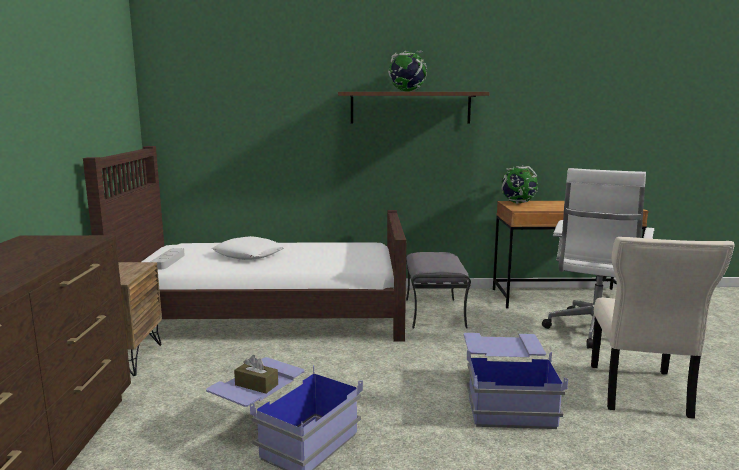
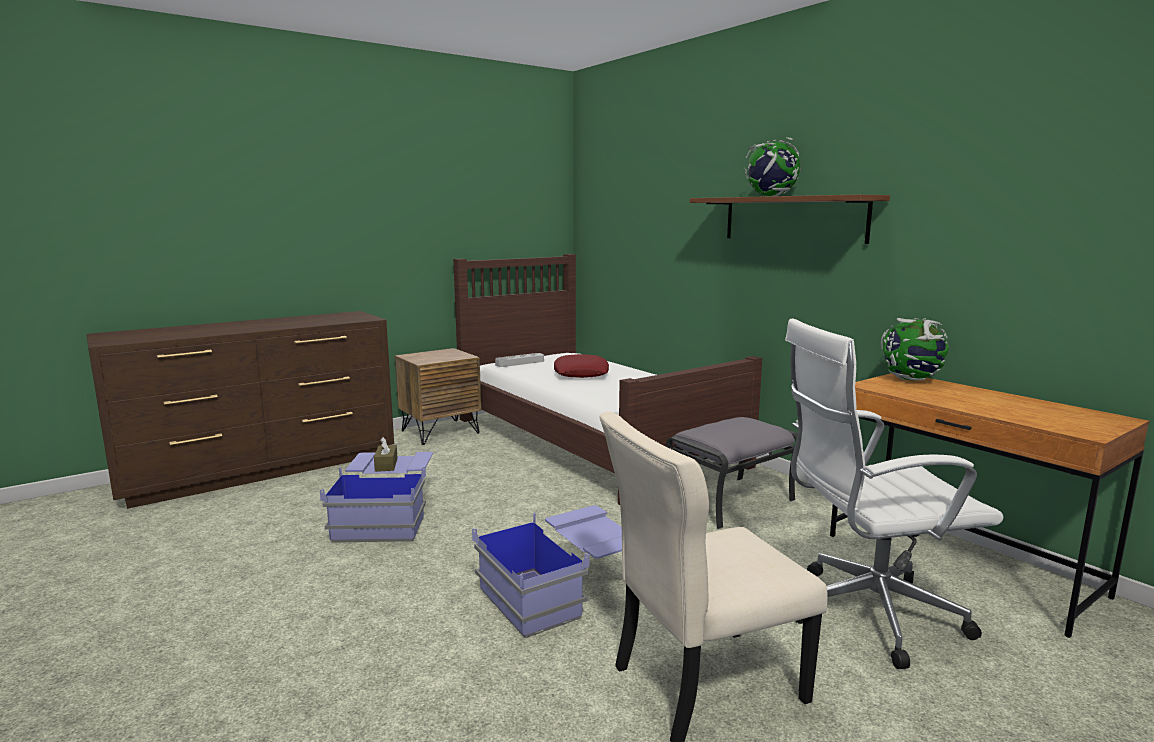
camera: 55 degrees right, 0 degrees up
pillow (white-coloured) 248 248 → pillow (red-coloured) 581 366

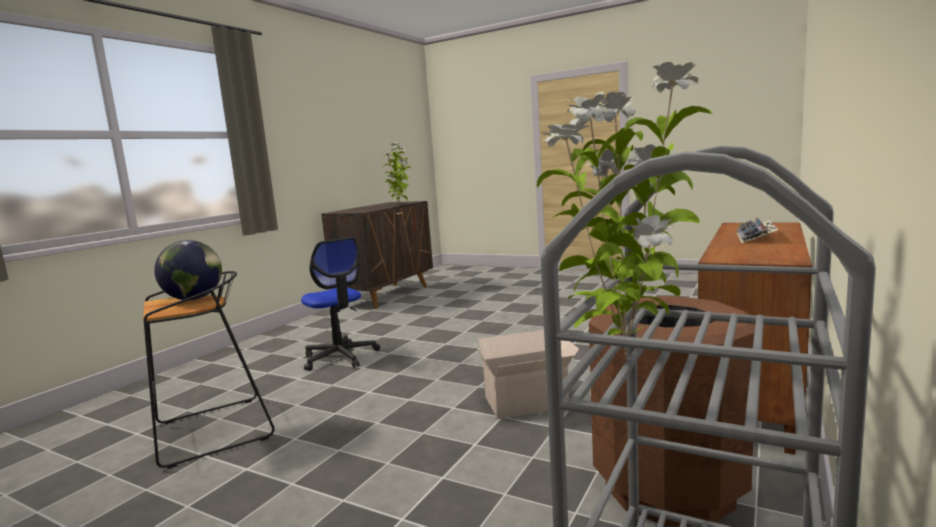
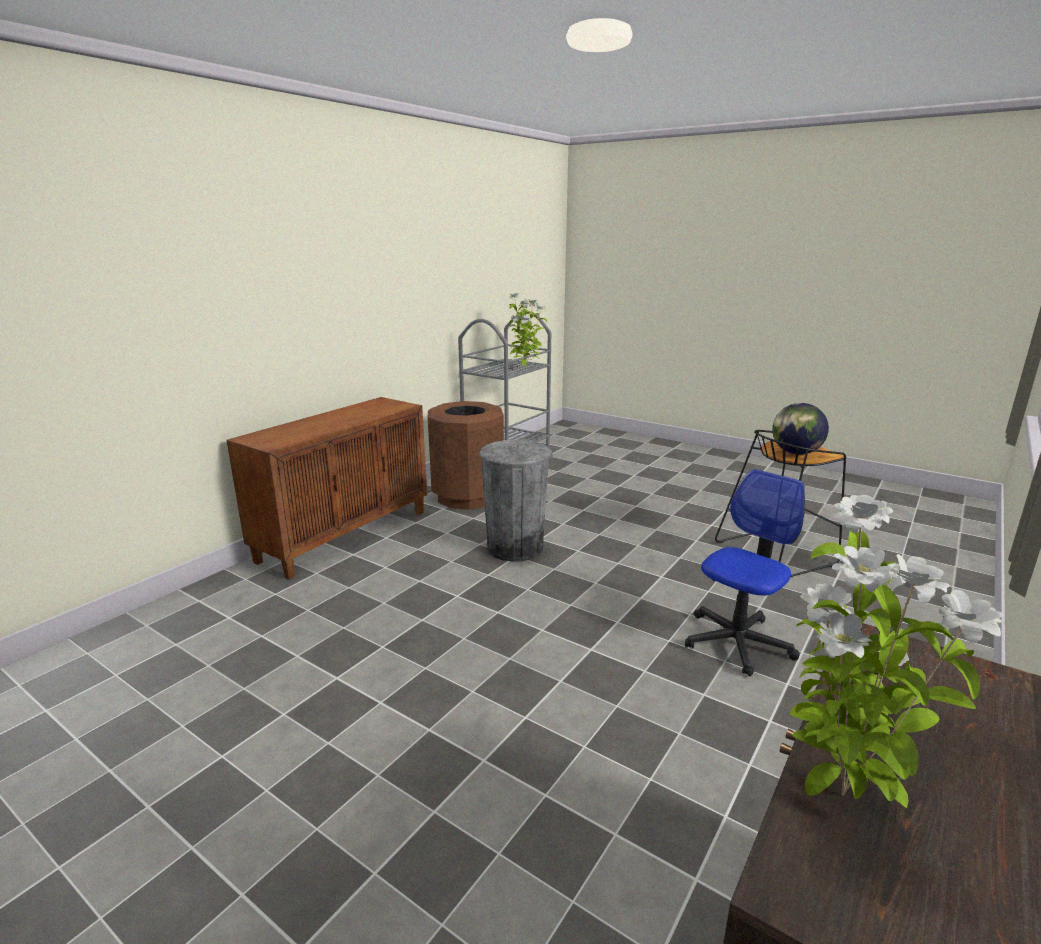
camera: 175 degrees left, 10 degrees up
computer chair 340 304 → computer chair 745 573, 75 degrees clockwise
carton 527 374 → rubbish bin (greyish) 515 501
PC keyboard 758 230 → -

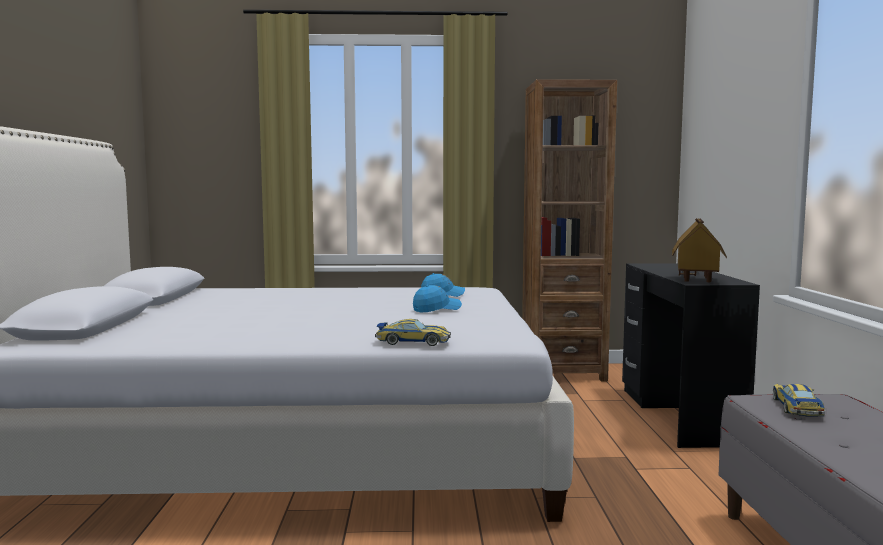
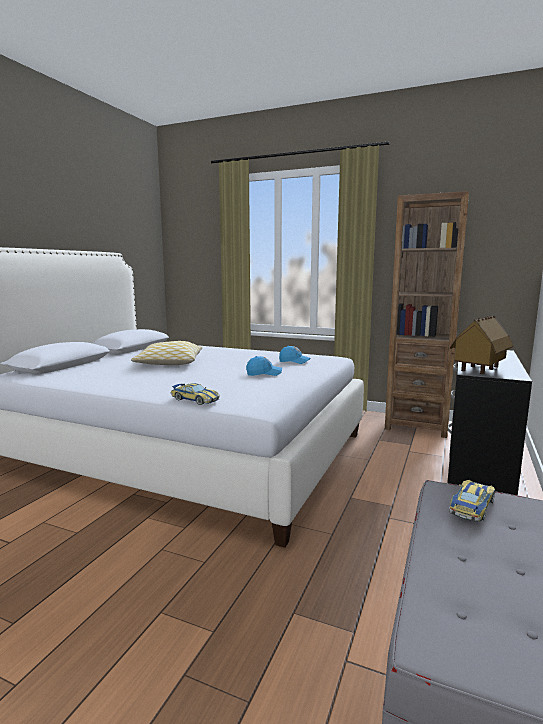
camera: 25 degrees right, 5 degrees up
- → pillow 166 353

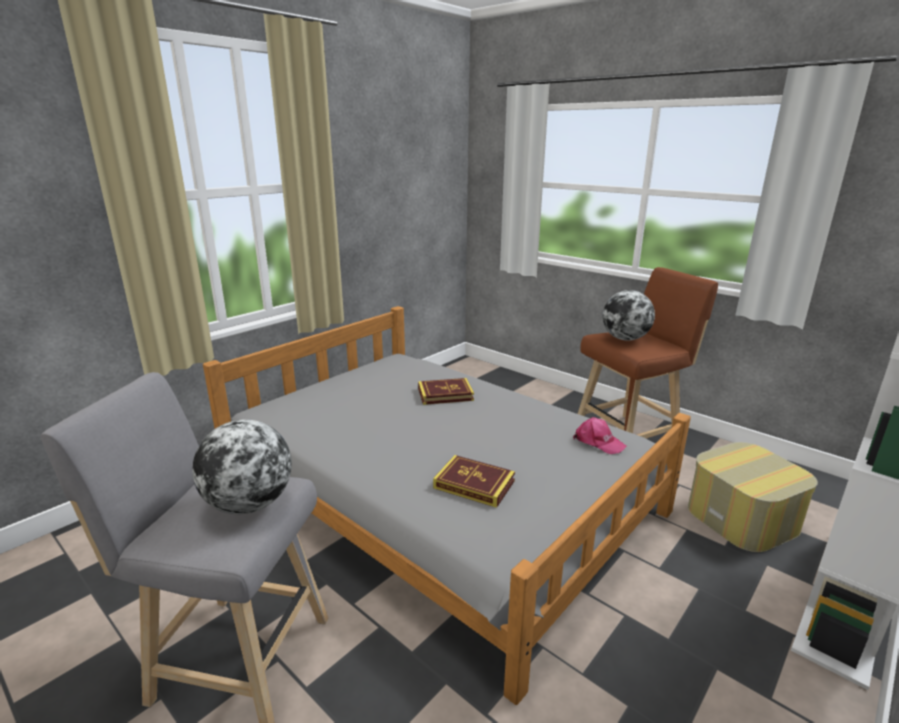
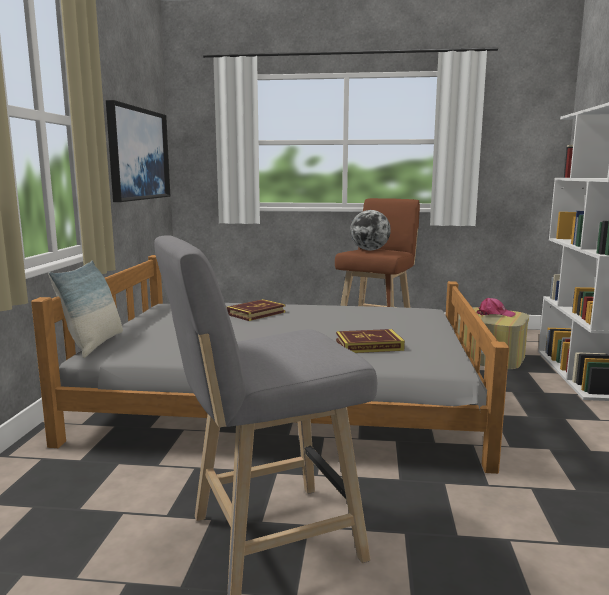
camera: 35 degrees left, 10 degrees down
desk globe 242 466 → -
cap (pink) 599 435 → cap (pink) 496 307, relocated
- → pillow 85 309
- → wall picture 138 151

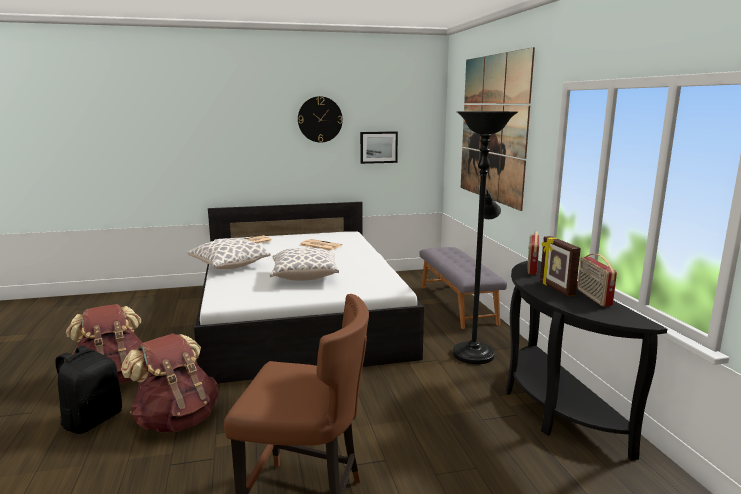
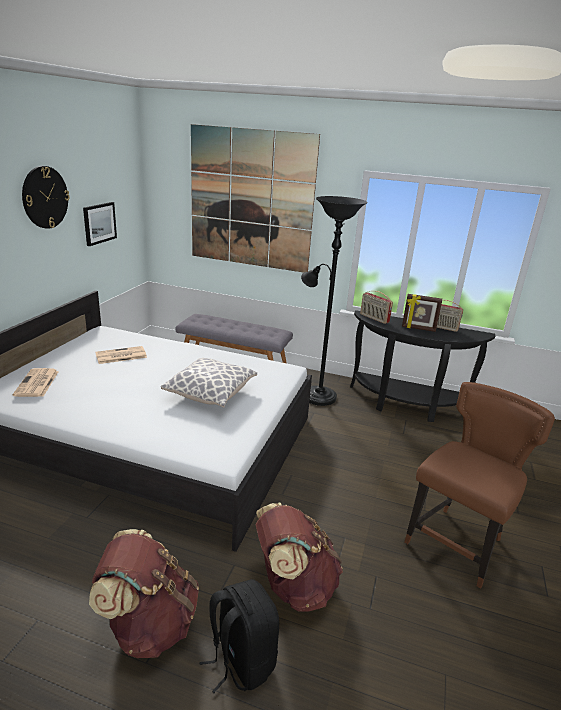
camera: 60 degrees left, 10 degrees up
pillow 229 253 → -

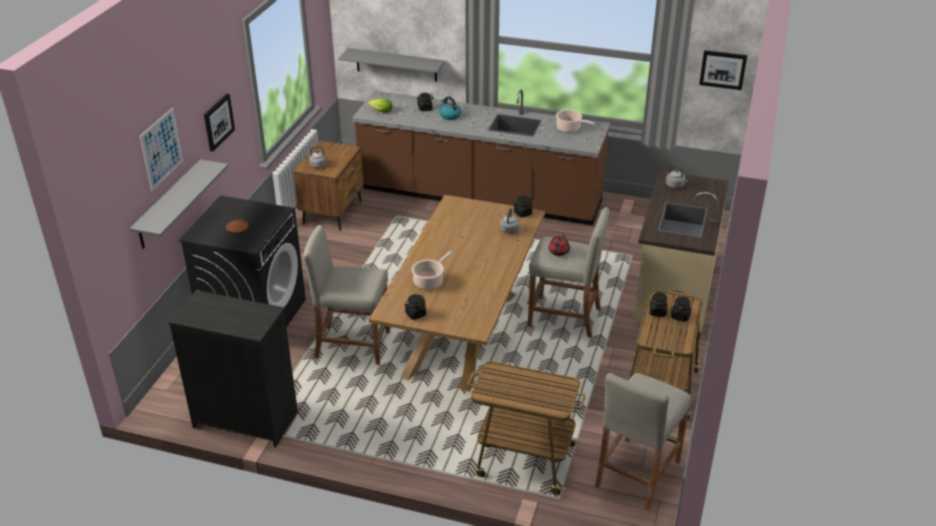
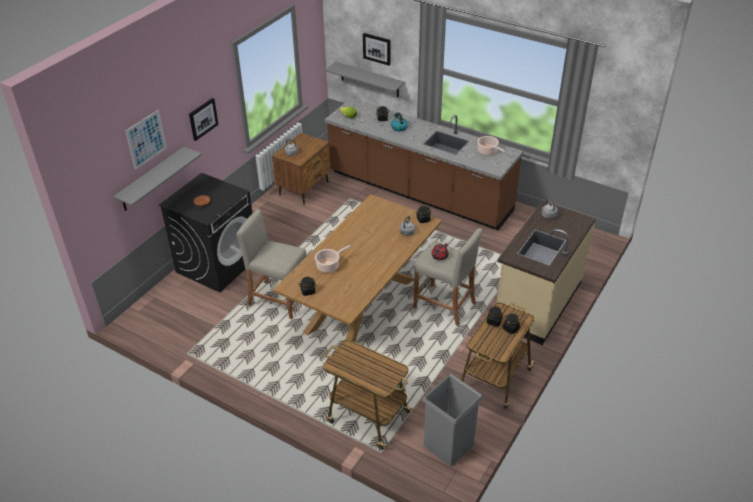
camera: 15 degrees right, 5 degrees up
chest of drawers (black) 233 368 → -
stool seat (beige-coloured) 643 442 → rubbish bin (greyish) 453 420
wall picture 723 70 → wall picture 377 49, relocated

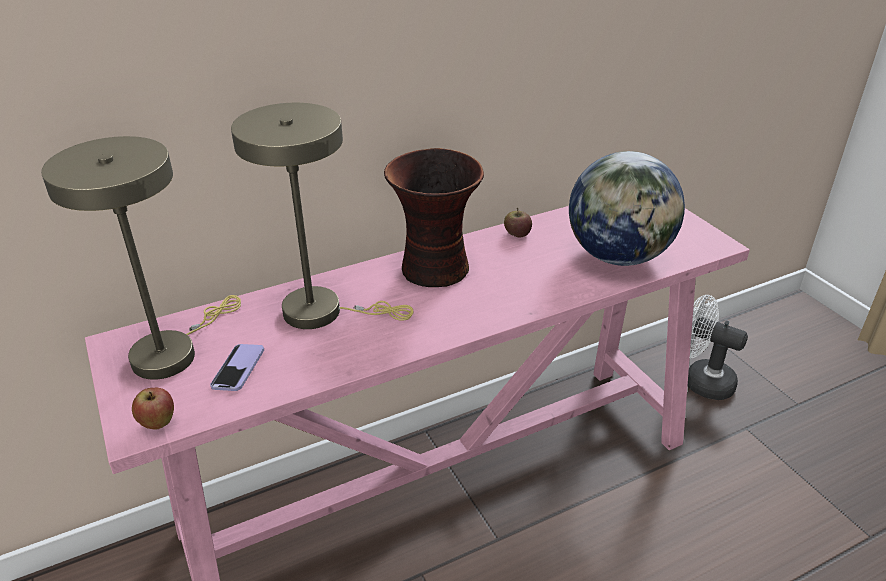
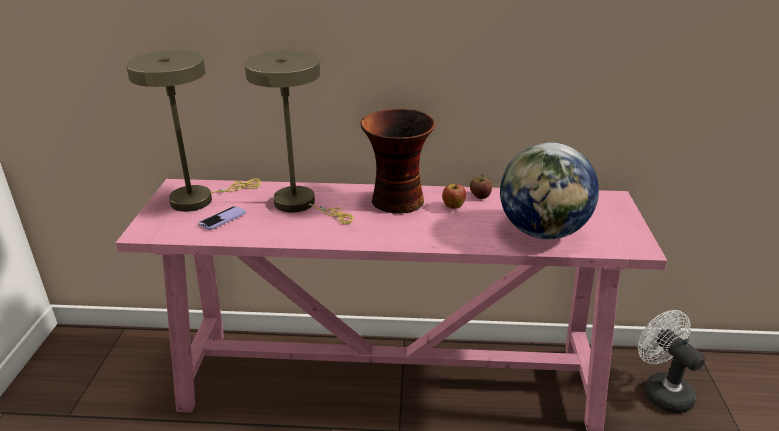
camera: 30 degrees right, 5 degrees down
apple 153 409 → apple 454 196, relocated

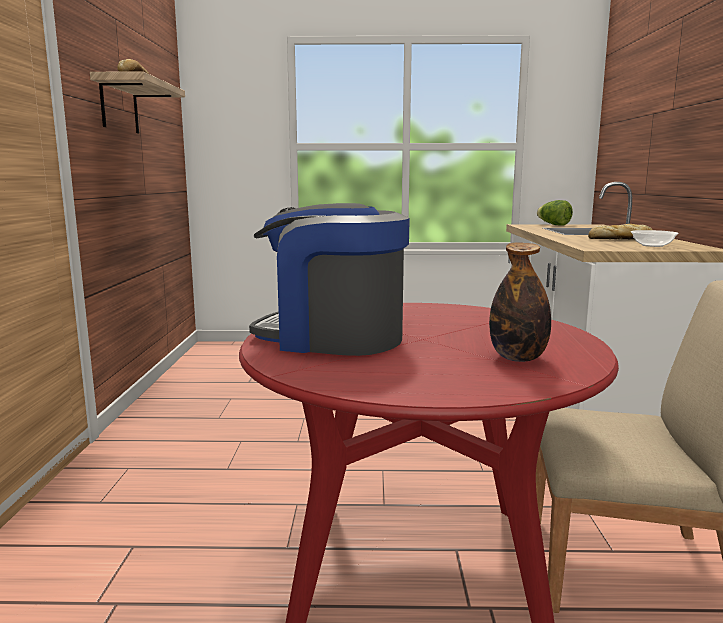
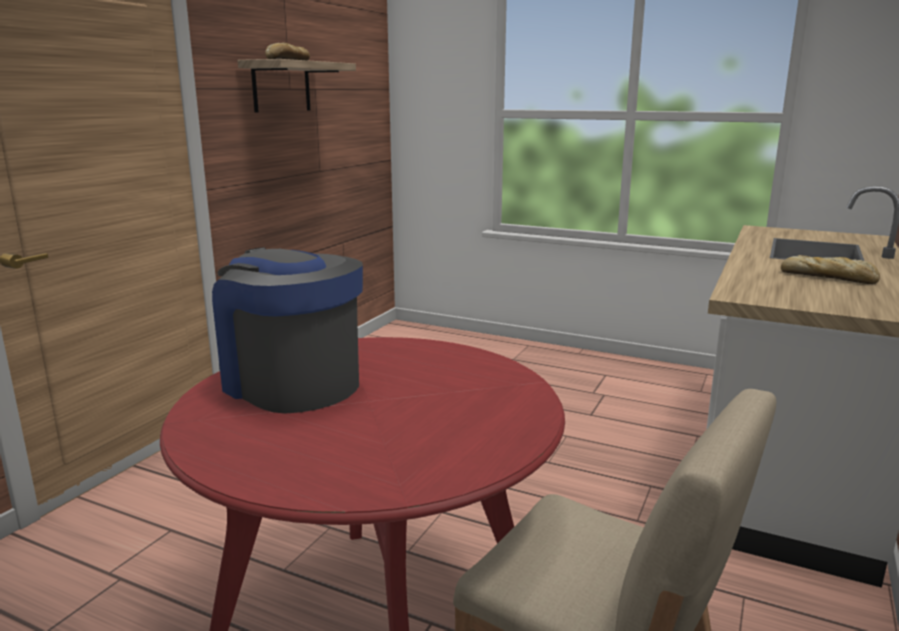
camera: 25 degrees right, 5 degrees up
beverage bottle 520 302 → -
head of lettuce 555 213 → -
bowl 655 238 → -

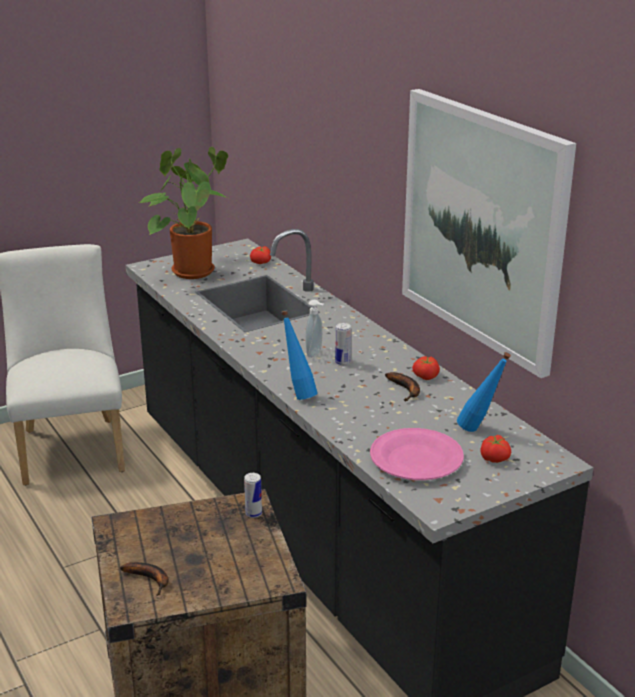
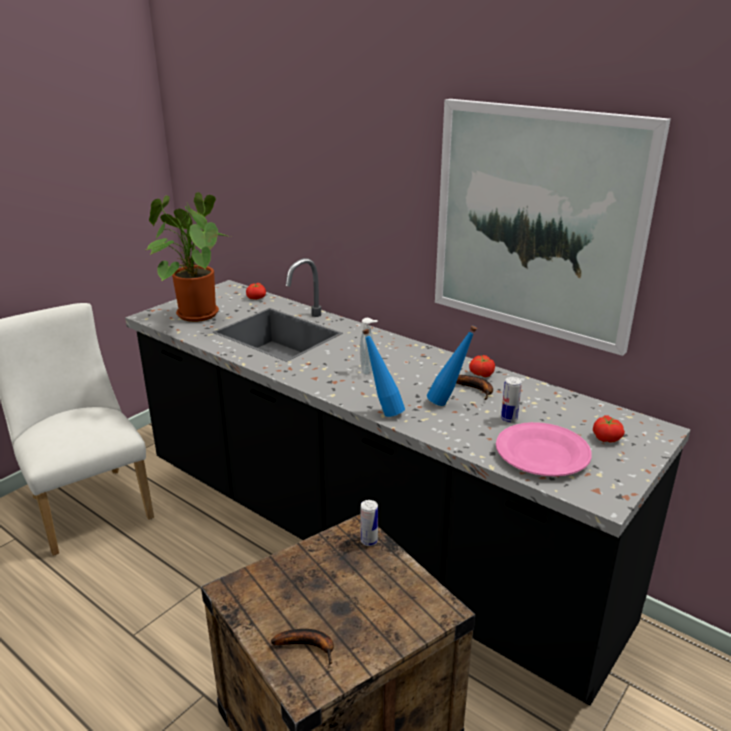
camera: 20 degrees left, 0 degrees up
can 343 344 → can 511 399, relocated
beverage bottle (bluish) 484 392 → beverage bottle (bluish) 452 366, relocated

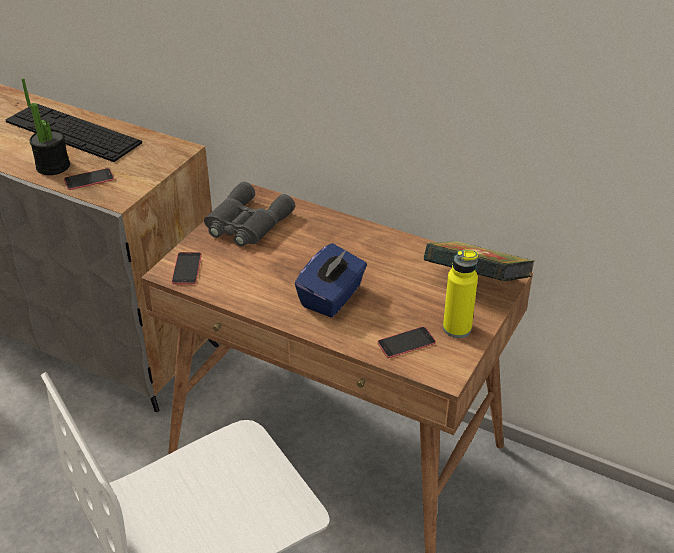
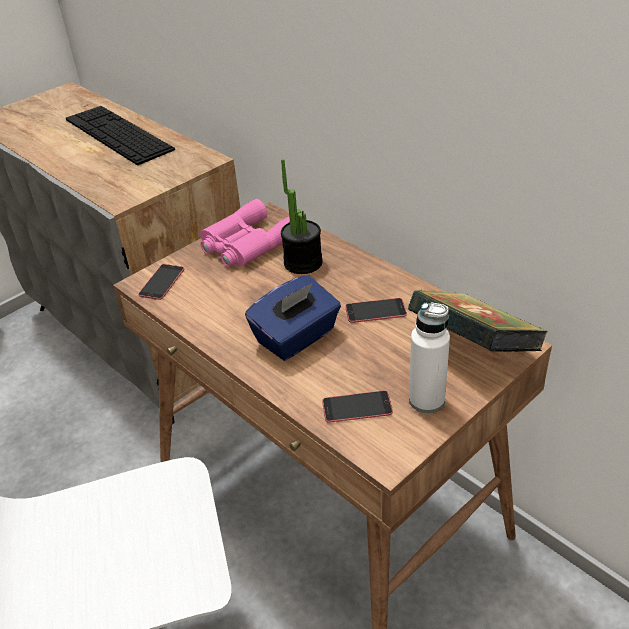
camera: 20 degrees right, 0 degrees up
houseplant 46 126 → houseplant 302 216, relocated
telephone 89 179 → telephone 376 310, relocated
binoculars (greyish) 249 214 → binoculars (pink) 245 233
beverage bottle (yellow-coloured) 460 294 → beverage bottle (white-coloured) 429 358

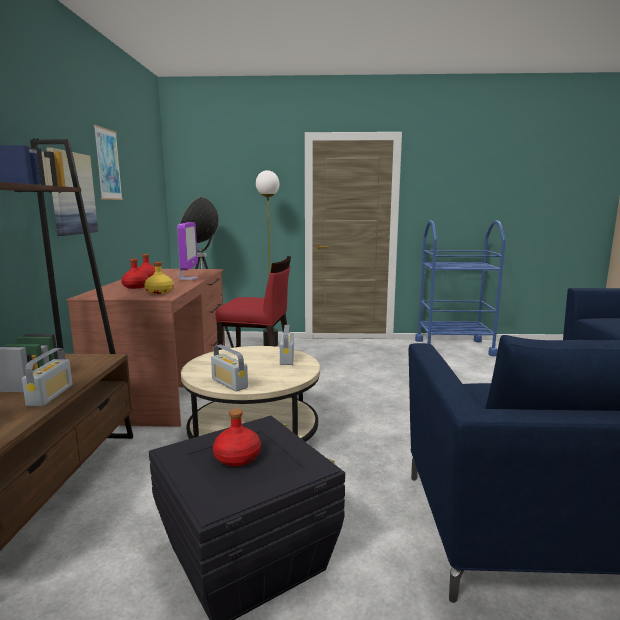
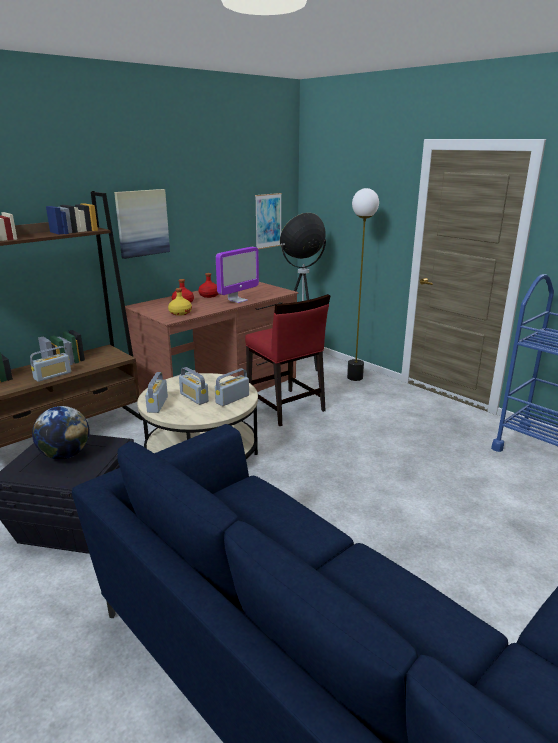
camera: 45 degrees right, 10 degrees up
wall picture 108 162 → wall picture 268 221, relocated
beverage bottle (red-coloured) 237 437 → desk globe 61 433
- → radio 194 386

